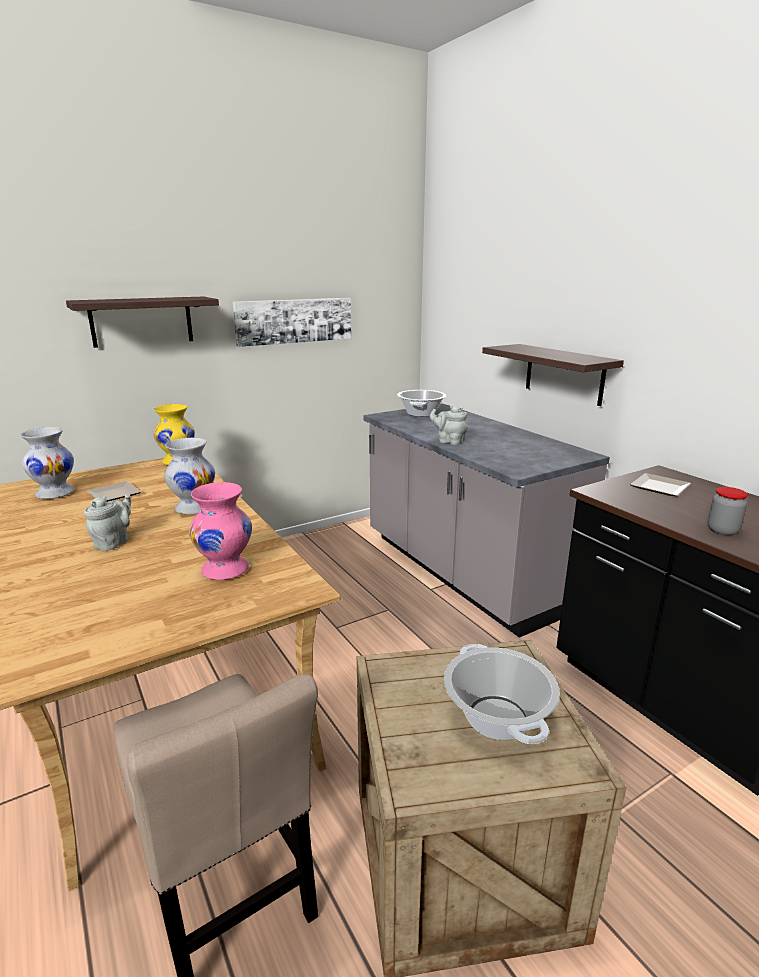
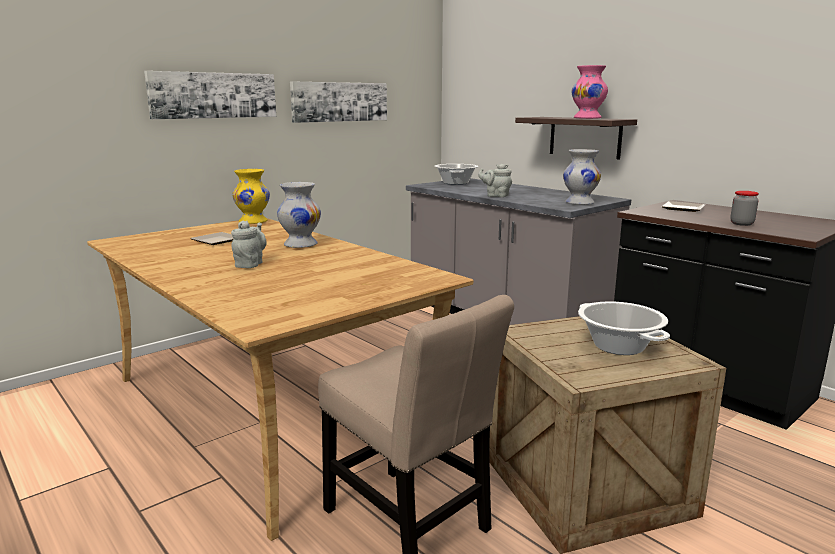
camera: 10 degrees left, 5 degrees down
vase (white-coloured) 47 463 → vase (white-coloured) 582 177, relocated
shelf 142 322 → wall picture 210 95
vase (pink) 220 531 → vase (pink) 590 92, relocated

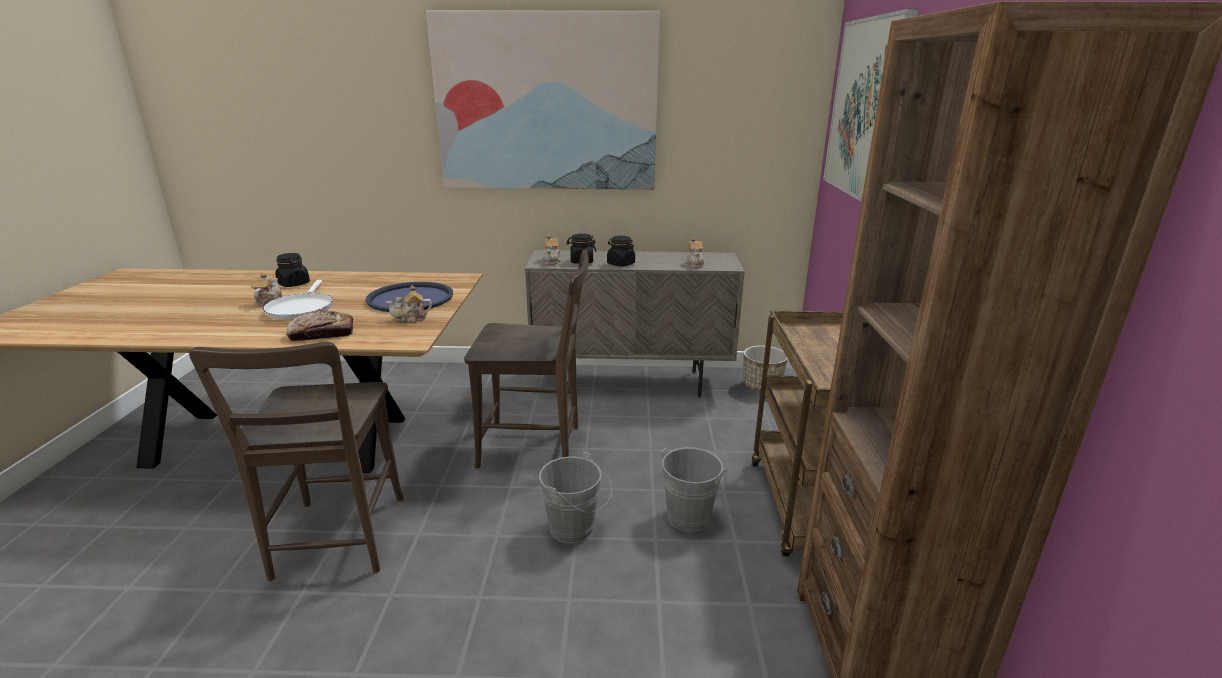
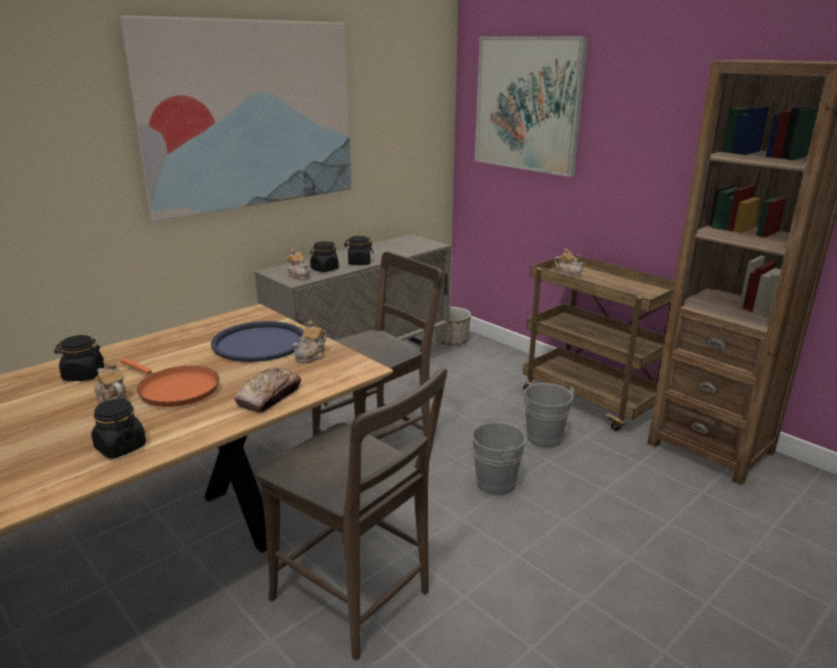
camera: 45 degrees left, 0 degrees up
skillet (white-coloured) 298 300 → skillet (orangey) 170 382
tea pot 695 252 → tea pot 569 262, relocated
- → preserve jar (black) 118 429

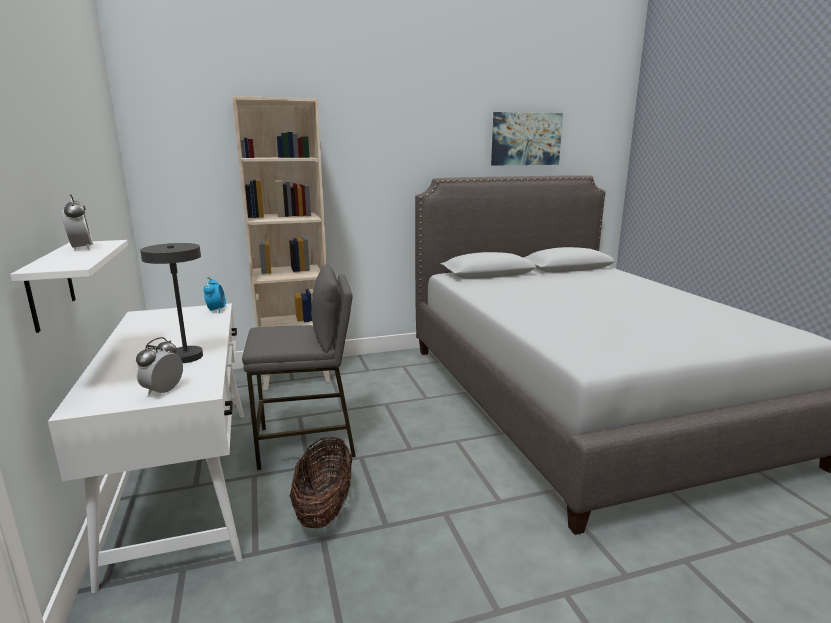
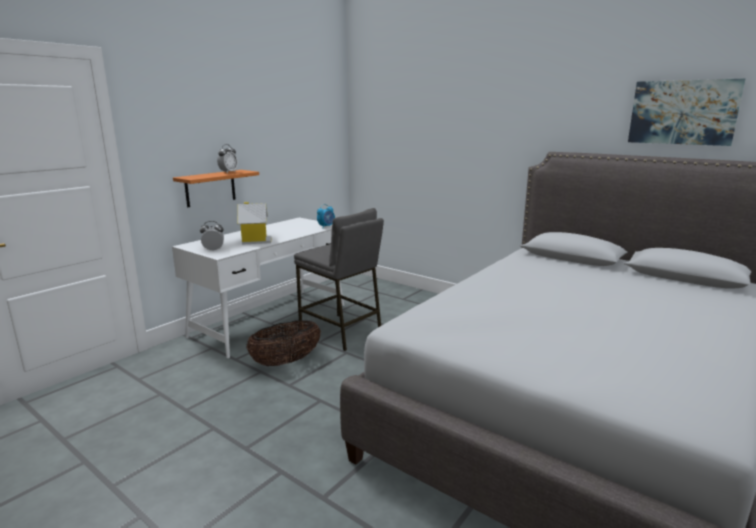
camera: 55 degrees right, 0 degrees up
shelf (white-coloured) 69 286 → shelf (orangey) 216 188
table lamp (greyish) 171 303 → miniature house 254 223
bookshelf (beige-coloured) 281 243 → -

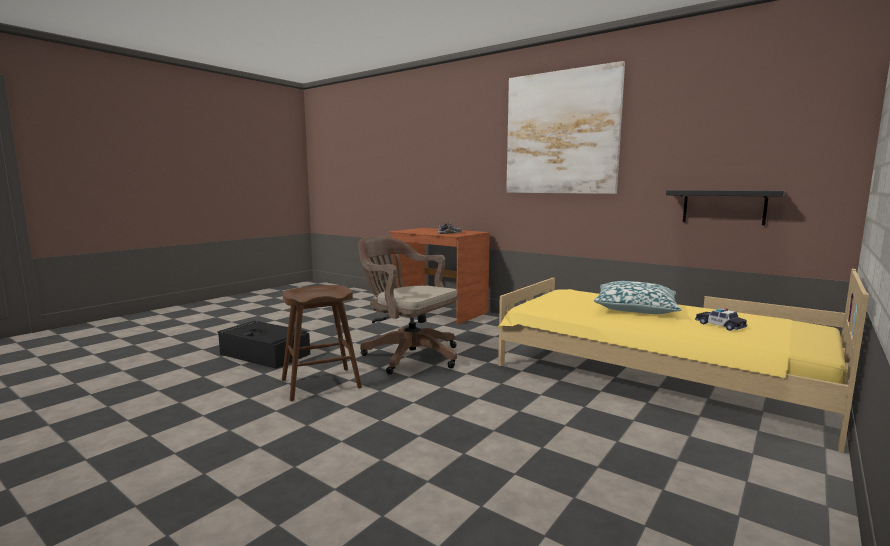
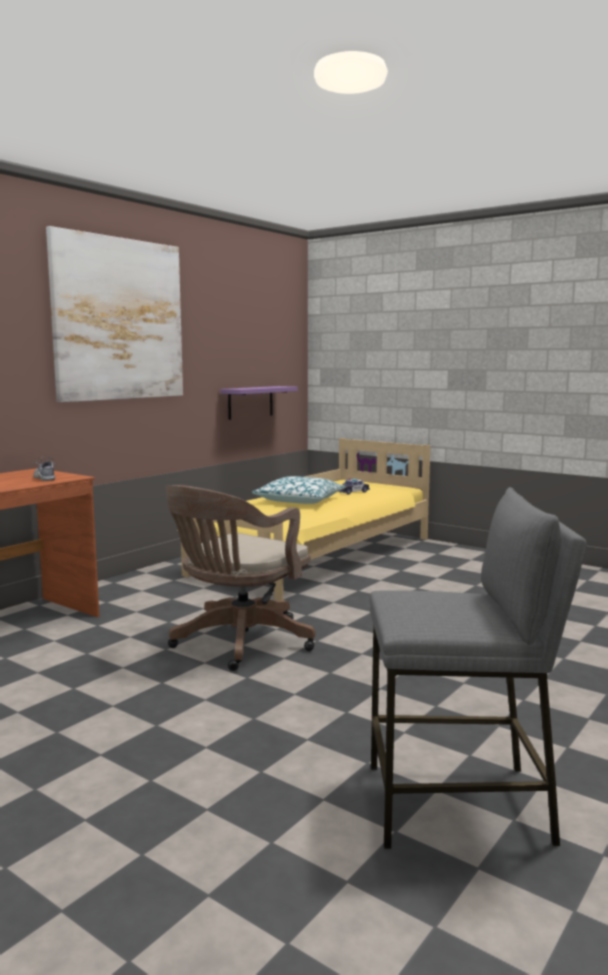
camera: 90 degrees left, 0 degrees up
storage box (black) 263 345 → -
stool seat (brown-coloured) 322 343 → -
shelf (black) 725 207 → shelf (purple-coloured) 259 403
- → stool seat (greyish) 478 668

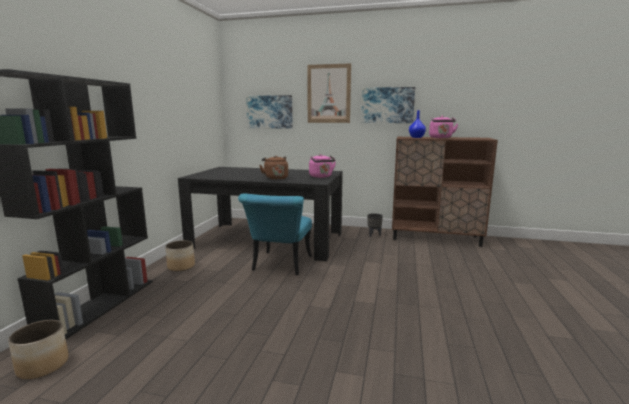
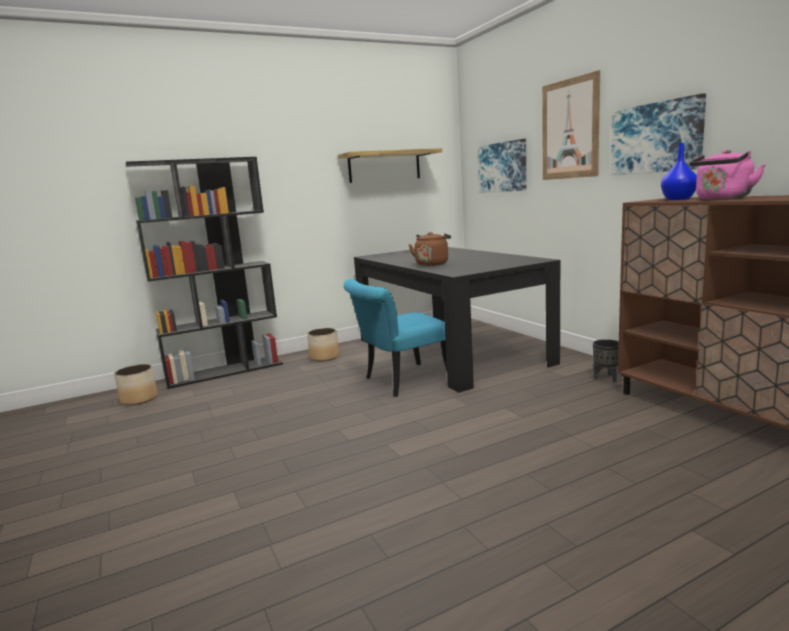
camera: 50 degrees right, 0 degrees up
water kettle (pink) 322 166 → -
- → shelf 390 165

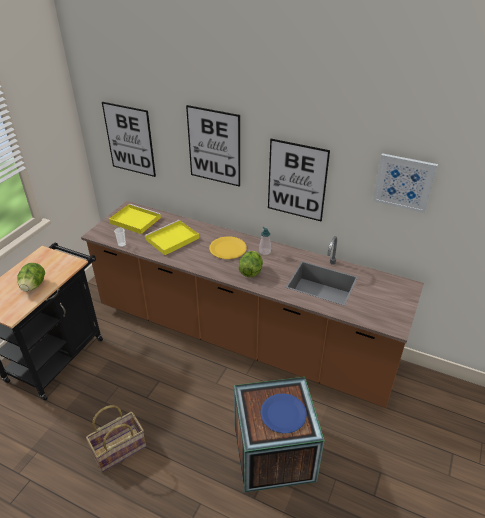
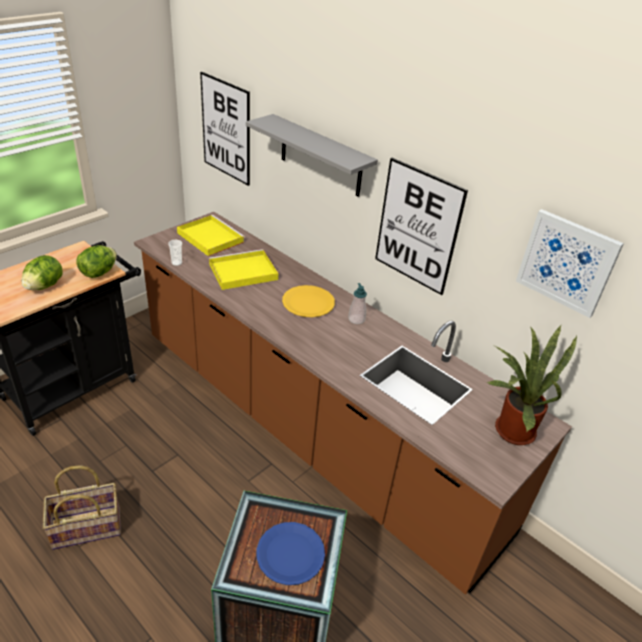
camera: 15 degrees right, 0 degrees up
wall picture 213 146 → shelf (greyish) 312 155
head of lettuce 251 264 → head of lettuce 96 261, relocated
- → houseplant 532 385

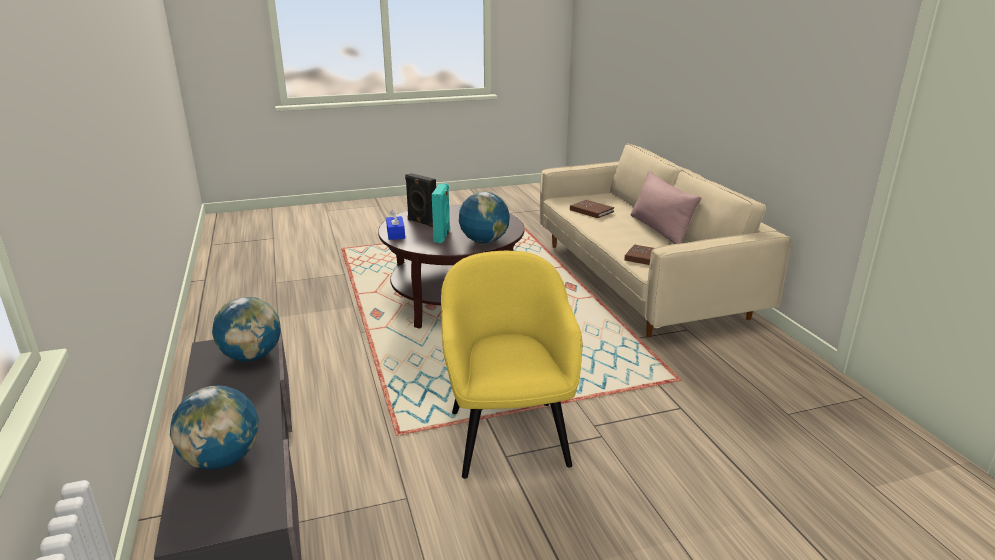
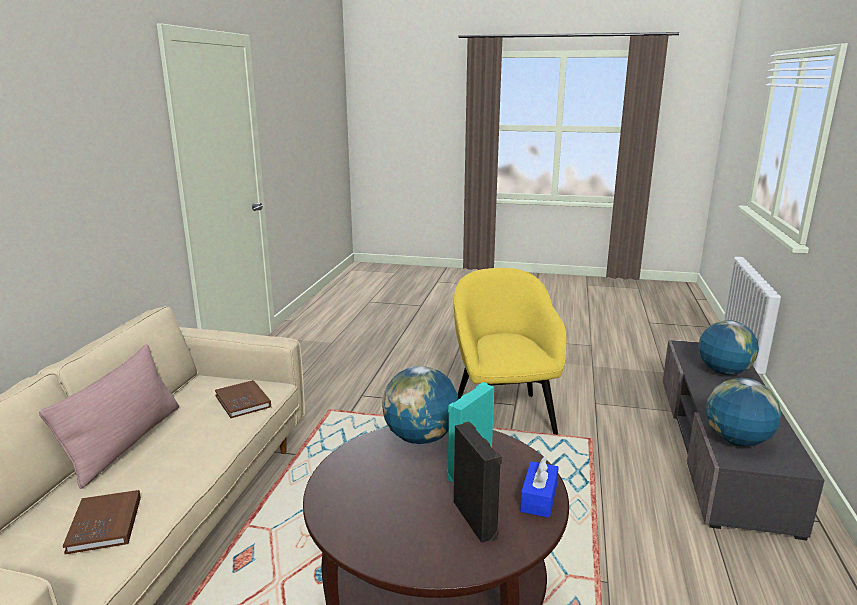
camera: 150 degrees left, 5 degrees down
easy chair (yellow-coloured) 511 365 → easy chair (yellow-coloured) 510 351, 150 degrees clockwise

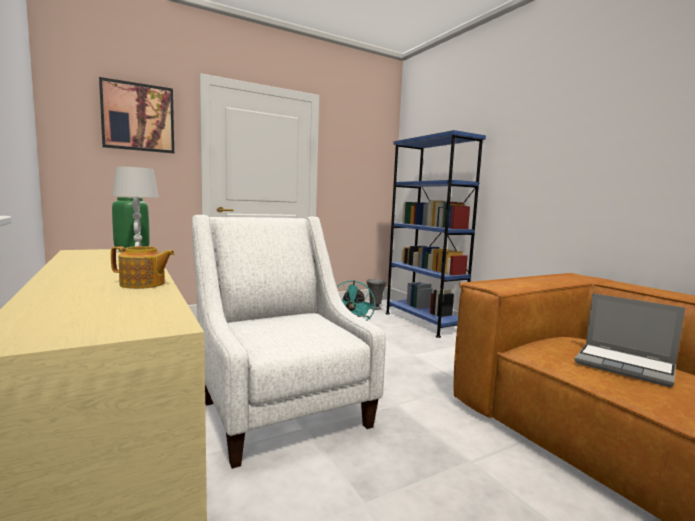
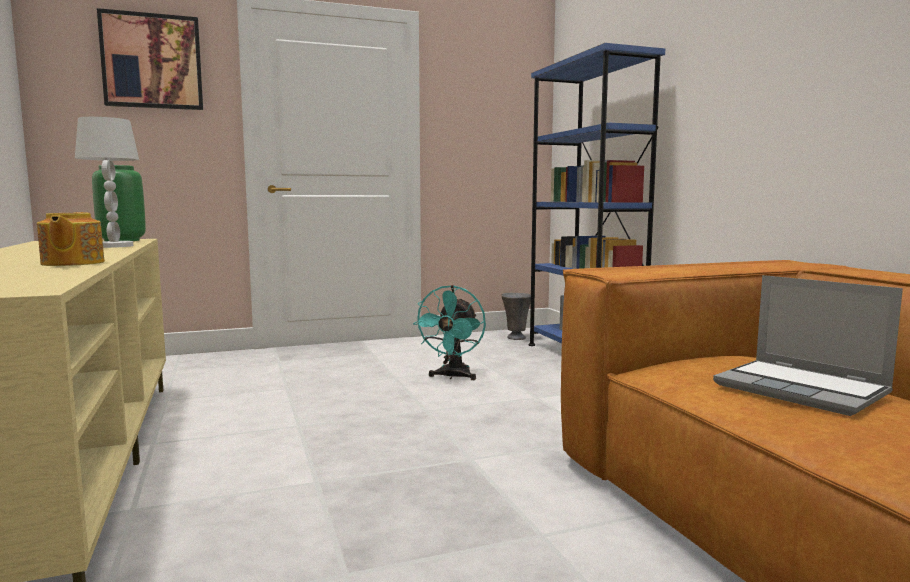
camera: 10 degrees right, 0 degrees up
tea pot 143 267 → tea pot 71 239, 60 degrees clockwise
easy chair (white-coloured) 288 342 → -

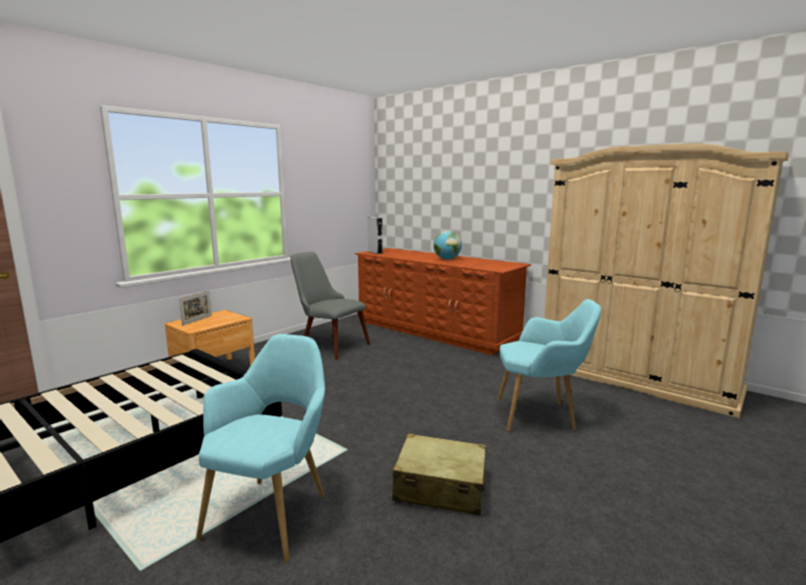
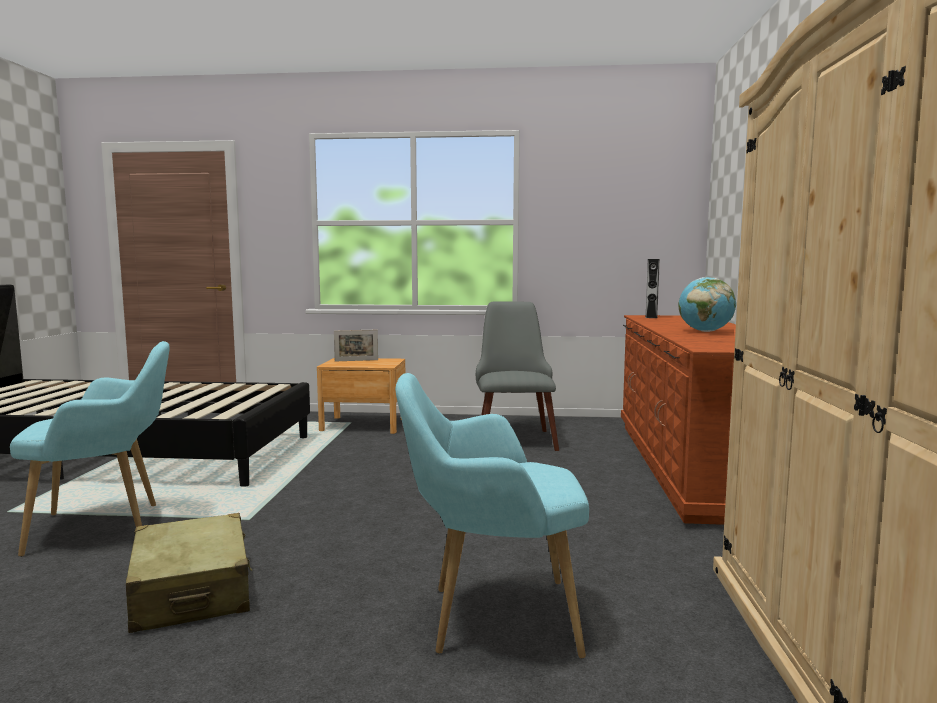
camera: 55 degrees right, 5 degrees down
easy chair (blue-green) 549 365 → easy chair (blue-green) 492 516, 120 degrees clockwise

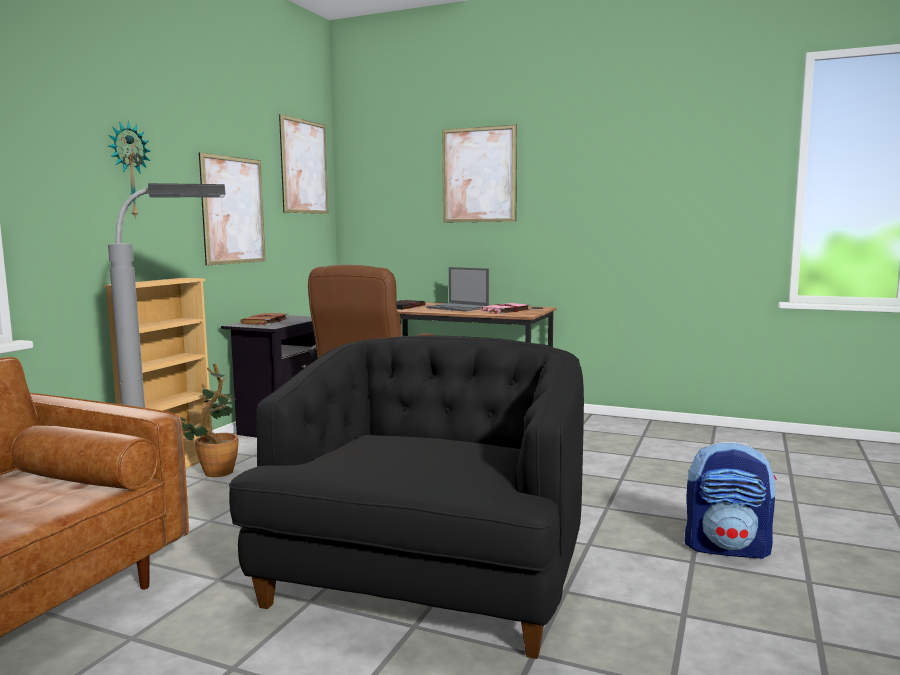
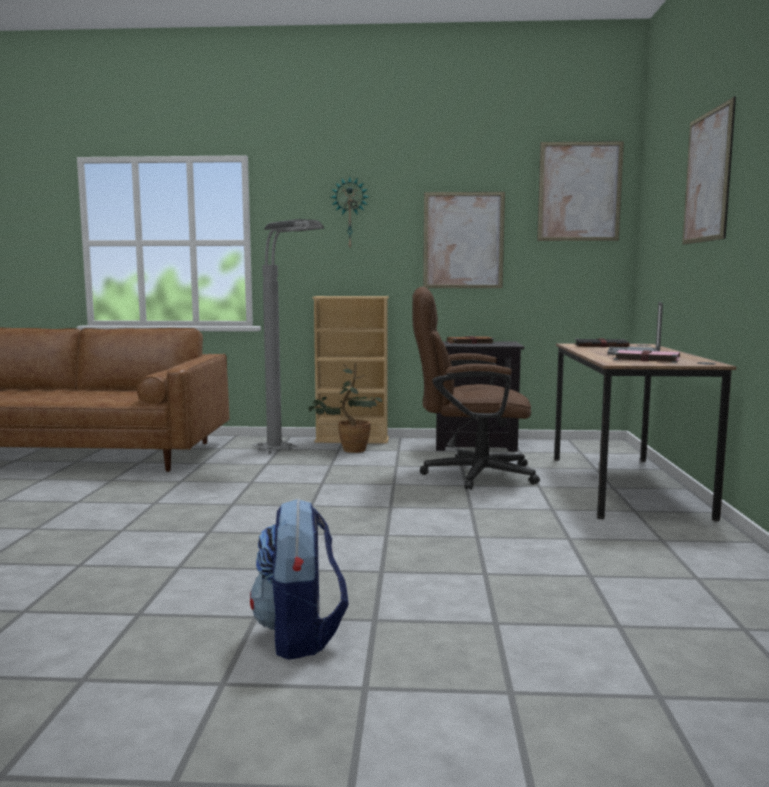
camera: 70 degrees right, 0 degrees up
easy chair (black) 406 497 → -

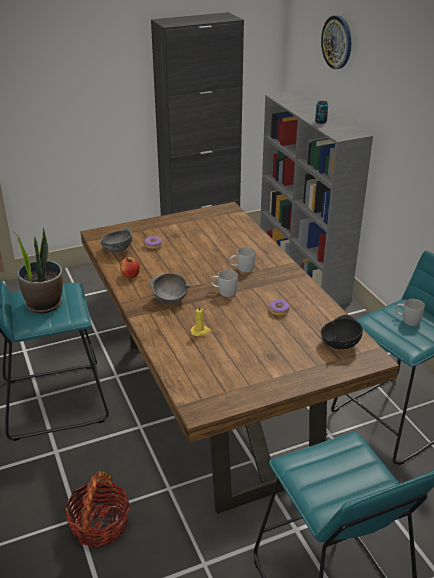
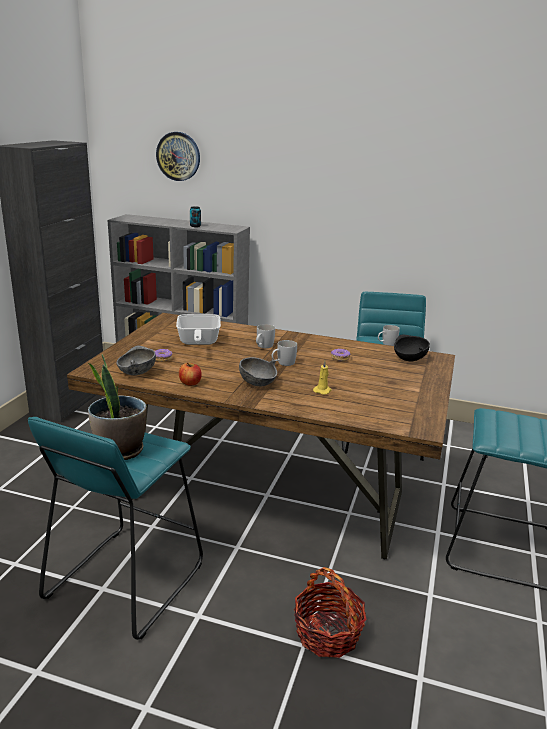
camera: 50 degrees left, 10 degrees down
- → skillet 198 329

